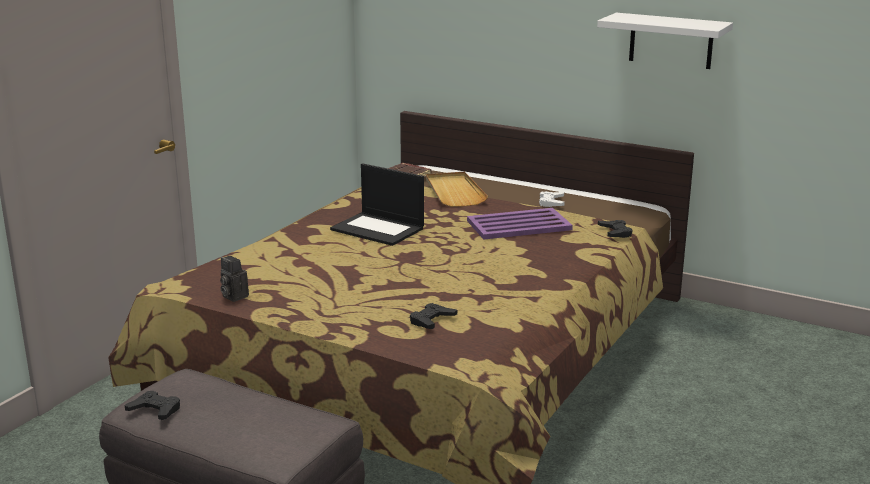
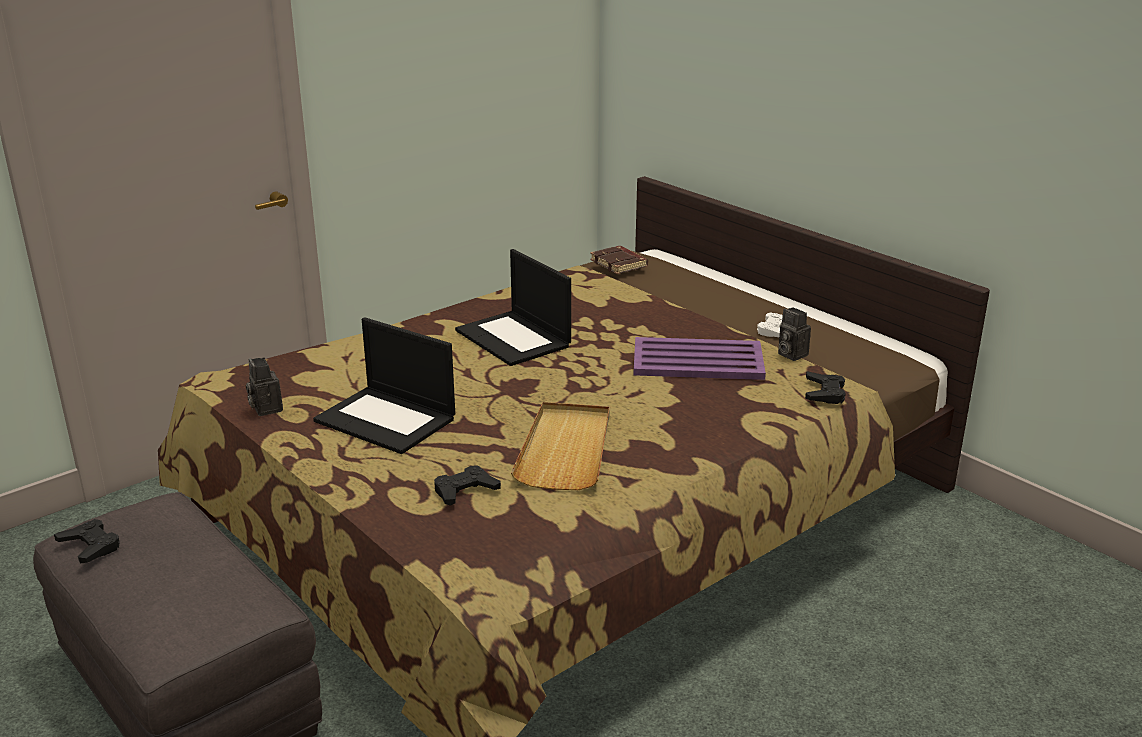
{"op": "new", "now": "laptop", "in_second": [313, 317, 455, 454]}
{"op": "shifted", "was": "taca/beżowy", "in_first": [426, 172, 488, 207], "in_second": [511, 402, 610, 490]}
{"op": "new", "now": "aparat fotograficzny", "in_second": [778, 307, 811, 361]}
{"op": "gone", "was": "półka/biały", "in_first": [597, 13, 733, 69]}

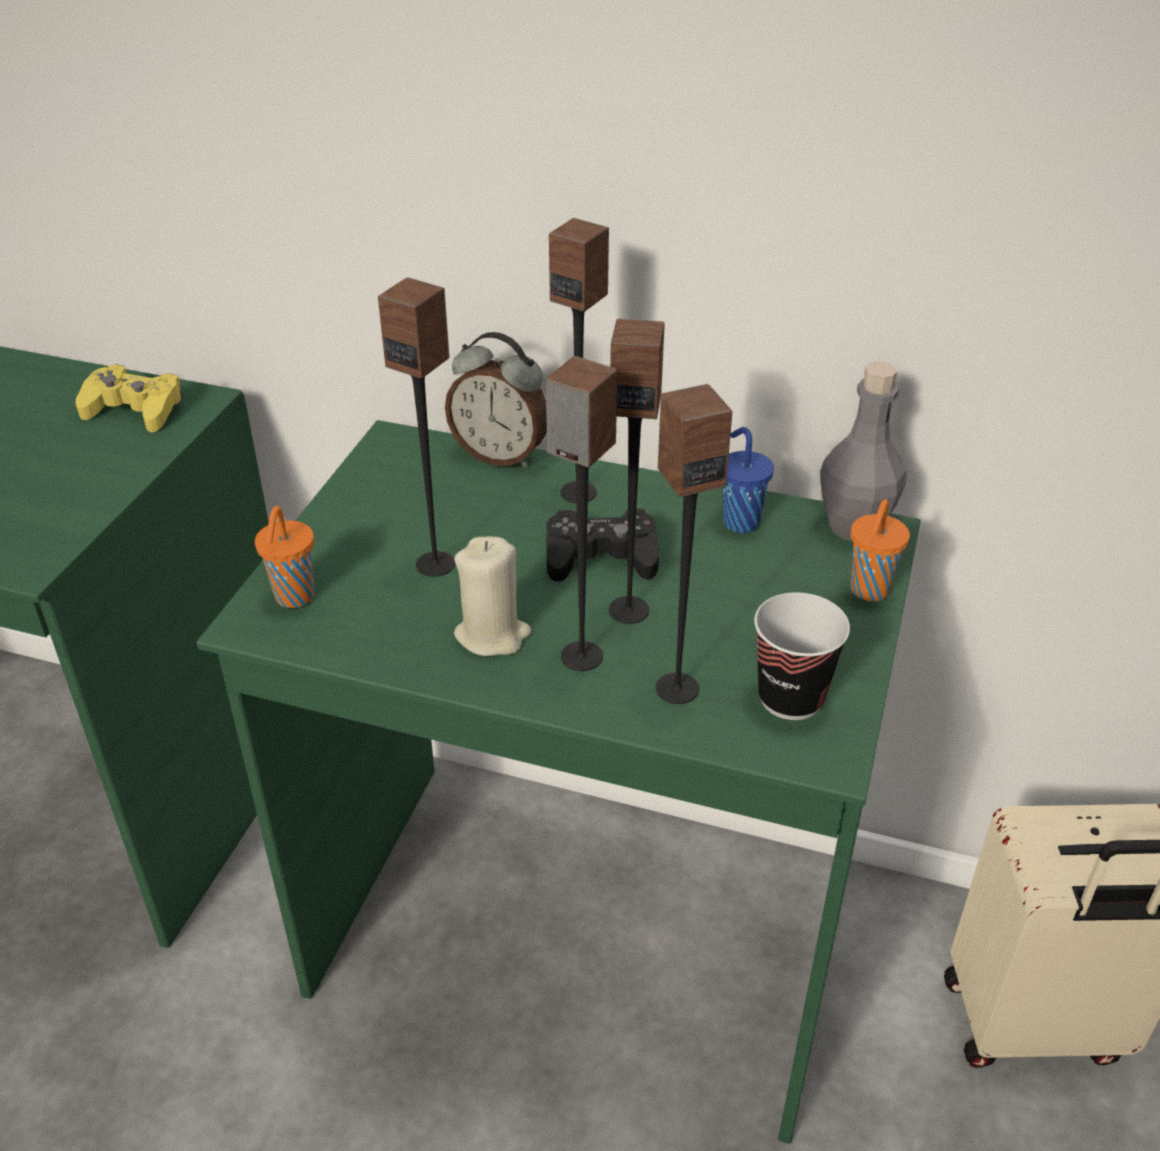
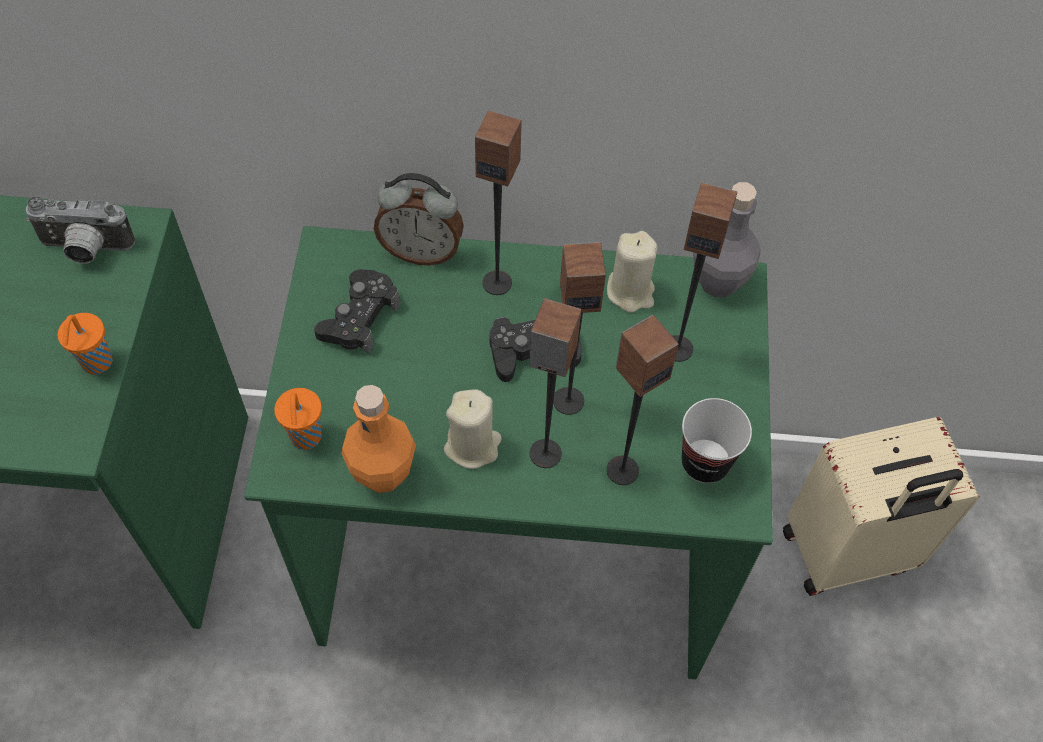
{"op": "swapped", "was": "pad do gier/żółty", "now": "aparat fotograficzny", "in_first": [76, 364, 183, 433], "in_second": [26, 196, 135, 264]}
{"op": "shifted", "was": "filiżanka/pomarańczowy", "in_first": [850, 499, 910, 601], "in_second": [58, 313, 112, 375]}
{"op": "new", "now": "pad do gier/czarny", "in_second": [314, 269, 401, 354]}
{"op": "new", "now": "butelka/pomarańczowy", "in_second": [342, 385, 416, 493]}
{"op": "swapped", "was": "filiżanka/niebieski", "now": "świeca/beżowy", "in_first": [723, 427, 774, 533], "in_second": [607, 231, 657, 313]}
{"op": "shifted", "was": "głośnik", "in_first": [378, 277, 455, 577], "in_second": [672, 182, 737, 362]}

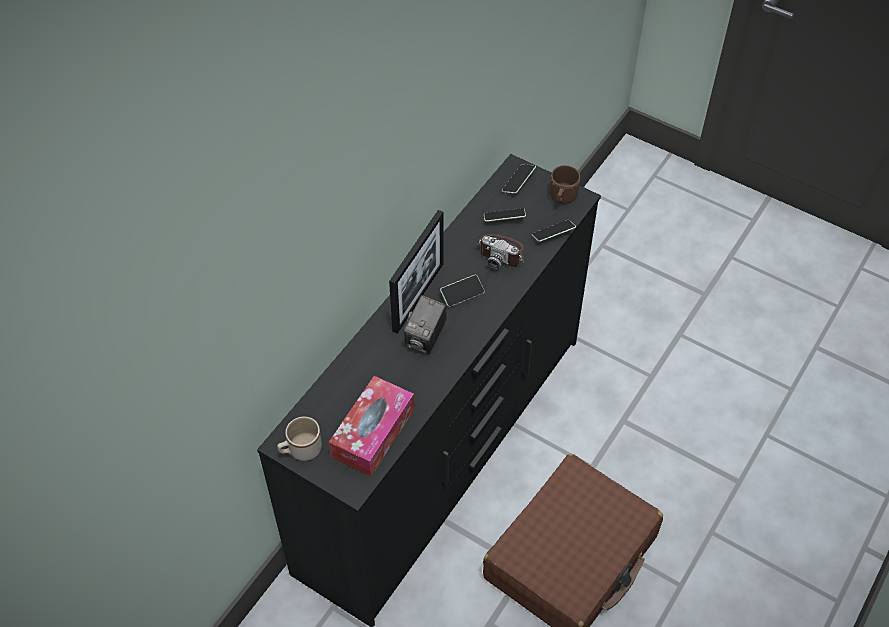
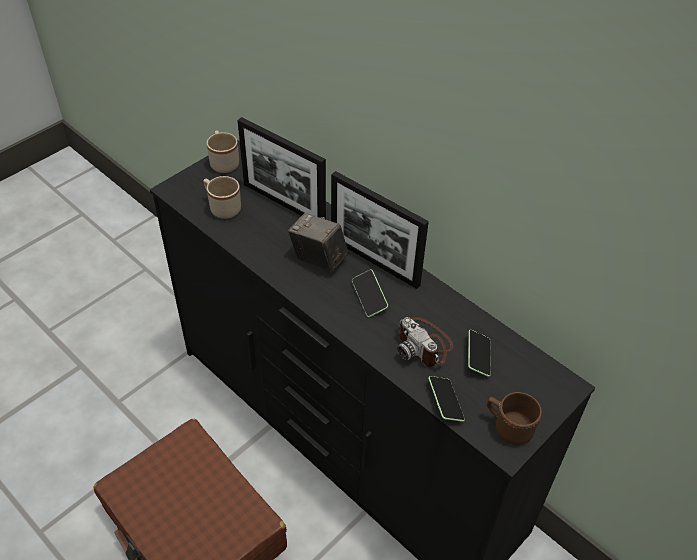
{"op": "swapped", "was": "pudełko chusteczek", "now": "kubek/beżowy", "in_first": [329, 376, 414, 476], "in_second": [203, 176, 241, 219]}
{"op": "new", "now": "ramka na zdjęcie", "in_second": [237, 117, 326, 219]}
{"op": "rotated", "was": "aparat fotograficzny", "in_first": [478, 234, 524, 269], "in_second": [397, 317, 453, 367], "clockwise": -75}
{"op": "gone", "was": "telefon", "in_first": [502, 164, 536, 194]}

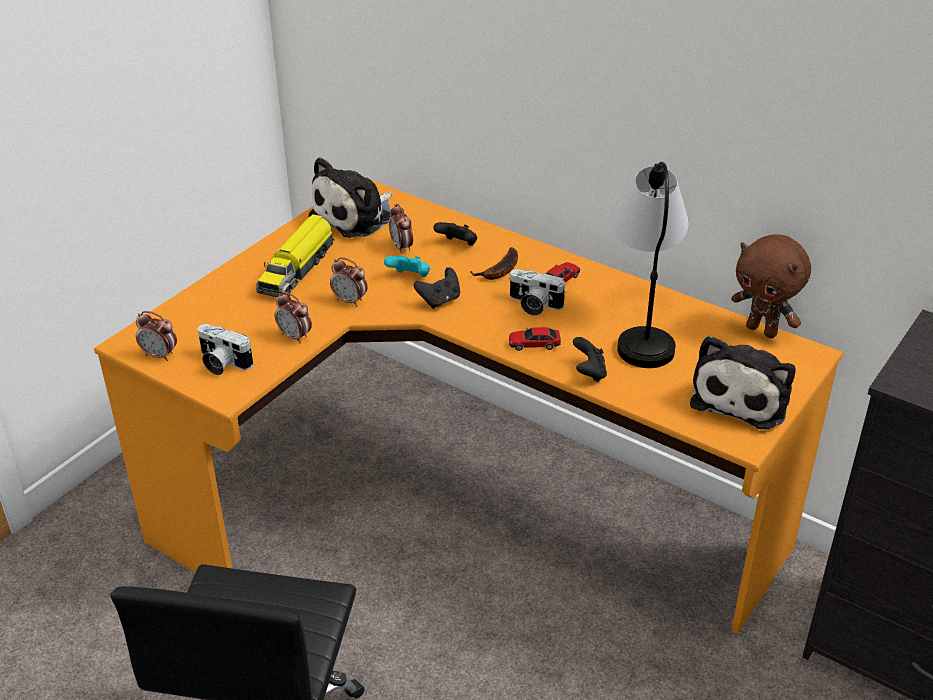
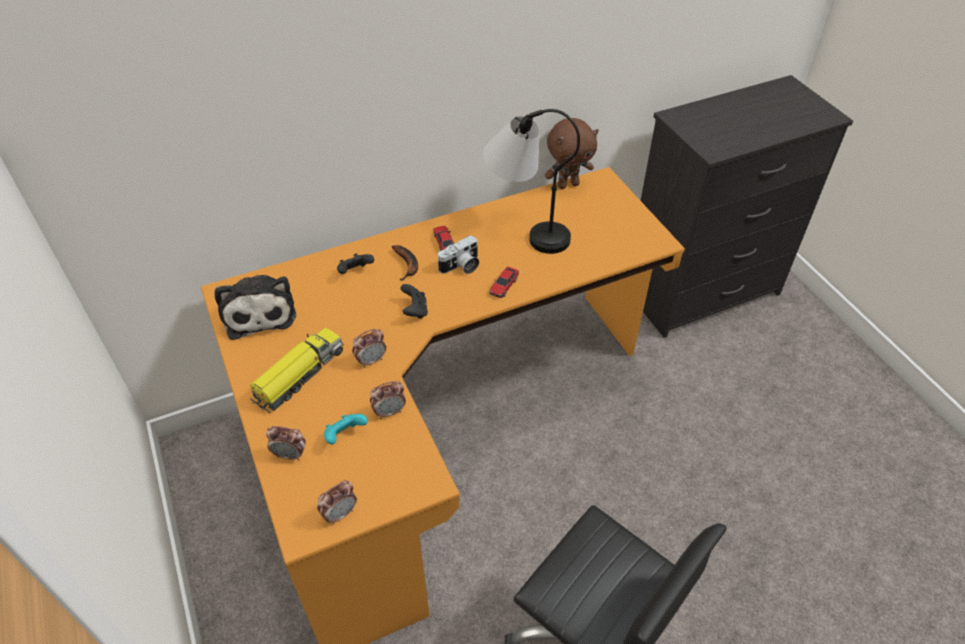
{"op": "rotated", "was": "ciężarówka zabawkowa", "in_first": [256, 214, 334, 297], "in_second": [250, 328, 344, 413], "clockwise": -105}
{"op": "shifted", "was": "budzik", "in_first": [389, 204, 413, 254], "in_second": [266, 426, 306, 460]}
{"op": "shifted", "was": "pad do gier/turkusowy", "in_first": [384, 255, 430, 277], "in_second": [324, 414, 368, 445]}
{"op": "gone", "was": "aparat fotograficzny", "in_first": [198, 324, 253, 375]}
{"op": "gone", "was": "pad do gier/czarny", "in_first": [573, 337, 607, 382]}
{"op": "gone", "was": "pluszak", "in_first": [690, 336, 796, 429]}

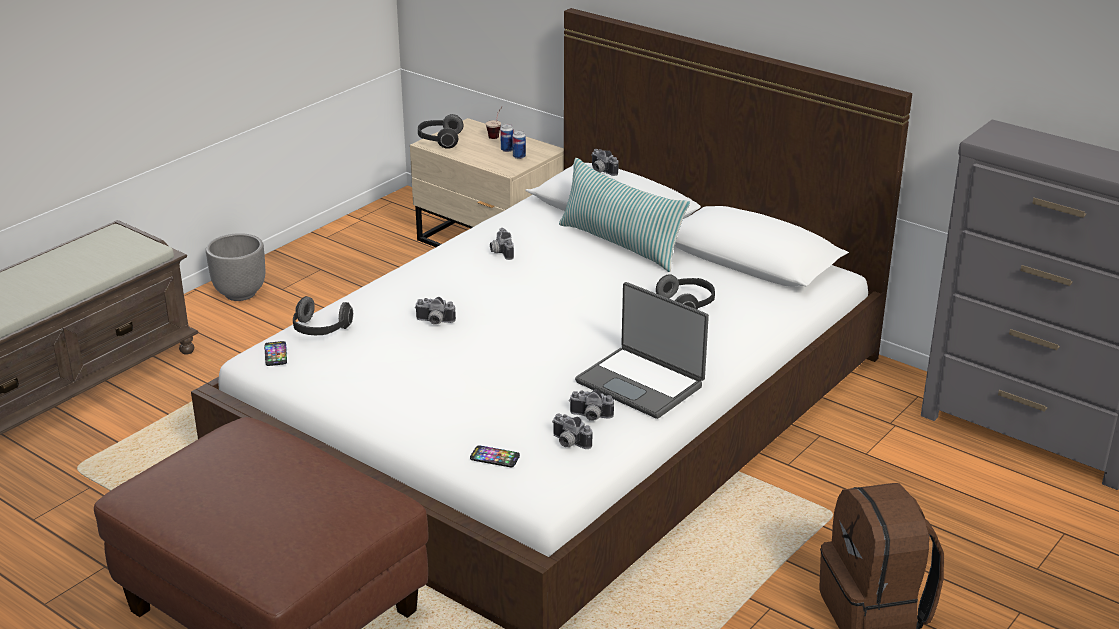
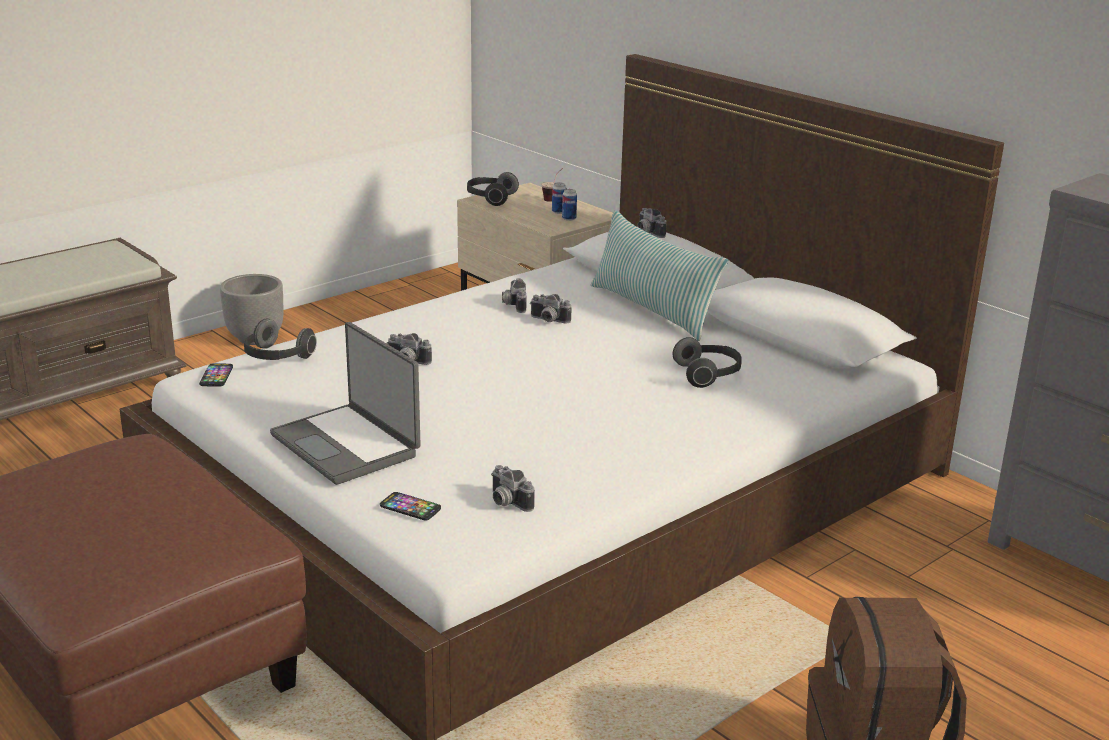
{"op": "shifted", "was": "laptop", "in_first": [575, 282, 709, 419], "in_second": [270, 322, 421, 485]}
{"op": "shifted", "was": "aparat fotograficzny", "in_first": [569, 390, 614, 421], "in_second": [530, 294, 572, 323]}

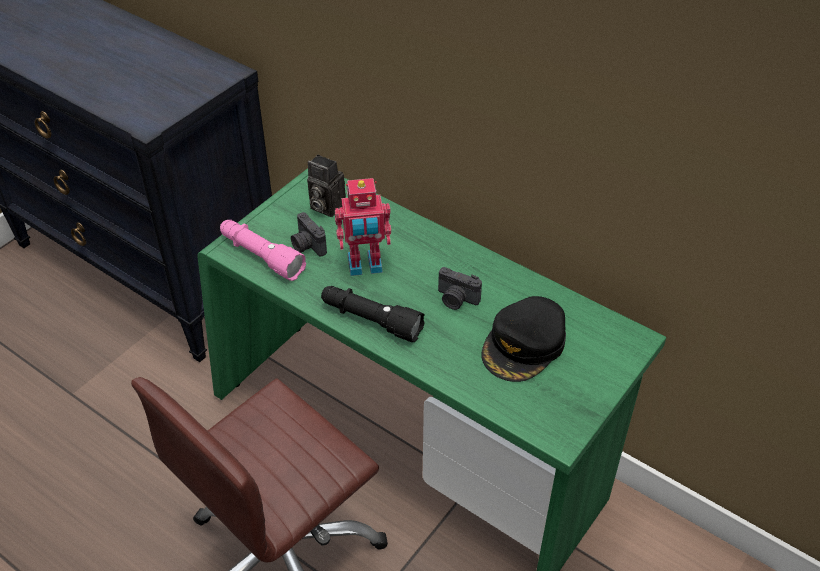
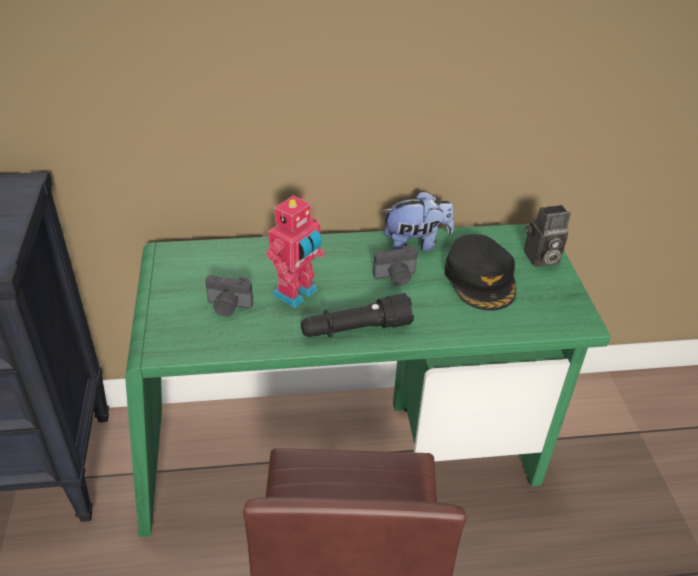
{"op": "new", "now": "pluszak", "in_second": [383, 191, 454, 251]}
{"op": "shifted", "was": "aparat fotograficzny", "in_first": [307, 155, 346, 217], "in_second": [524, 205, 571, 267]}
{"op": "gone", "was": "latarka/różowy", "in_first": [220, 220, 306, 281]}

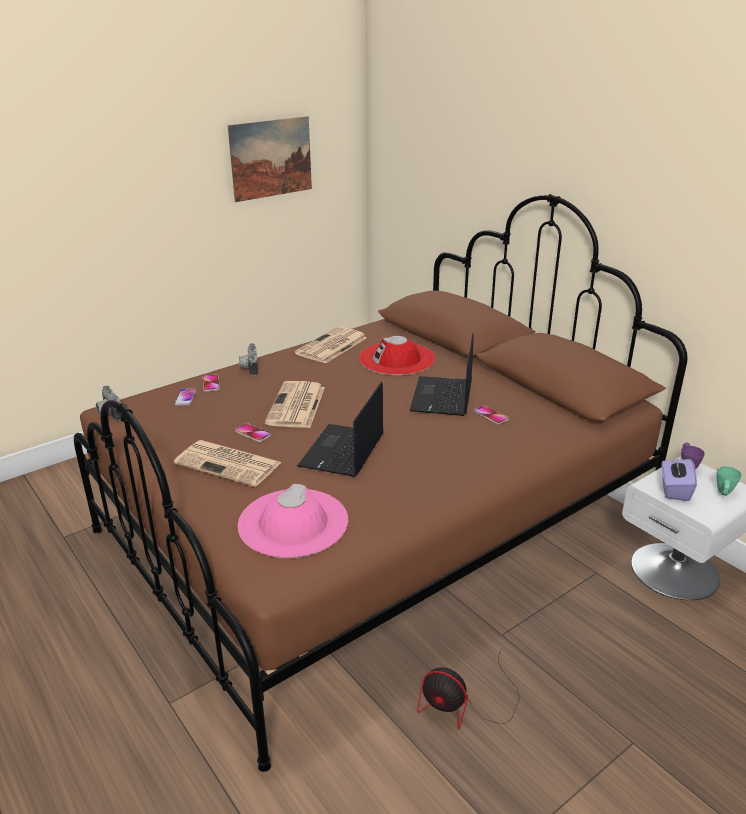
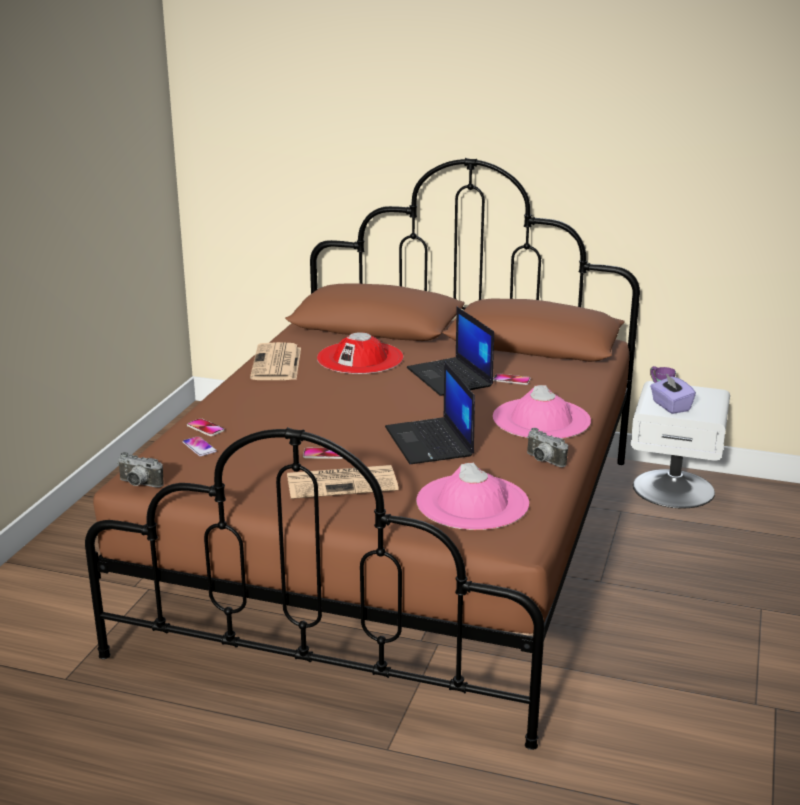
{"op": "new", "now": "kapelusz/różowy", "in_second": [493, 385, 591, 439]}
{"op": "shifted", "was": "aparat fotograficzny", "in_first": [239, 343, 258, 376], "in_second": [527, 428, 568, 467]}
{"op": "gone", "was": "obraz", "in_first": [228, 116, 312, 202]}
{"op": "gone", "was": "gazeta", "in_first": [265, 381, 325, 428]}
{"op": "gone", "was": "wentylator", "in_first": [417, 649, 520, 729]}
{"op": "gone", "was": "kubek/zielony", "in_first": [716, 466, 742, 496]}

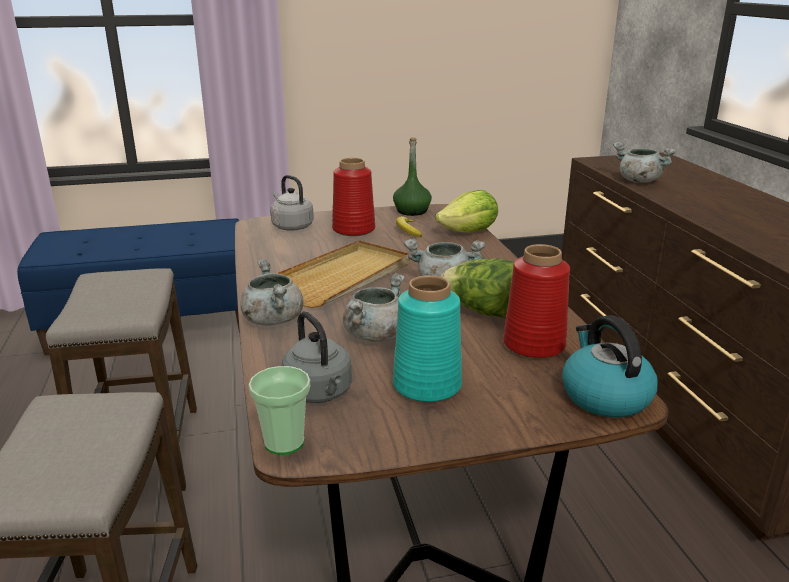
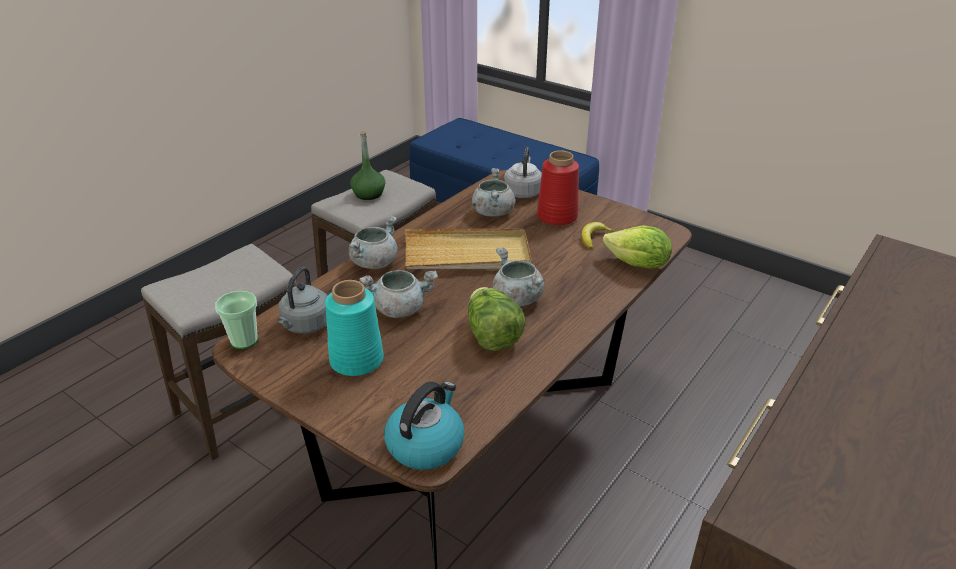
{"op": "shifted", "was": "butelka/zielony", "in_first": [393, 137, 432, 216], "in_second": [350, 131, 385, 200]}
{"op": "shifted", "was": "garnek/szary", "in_first": [613, 142, 676, 183], "in_second": [472, 168, 515, 216]}
{"op": "gone", "was": "wazon/czerwony", "in_first": [503, 244, 570, 358]}

